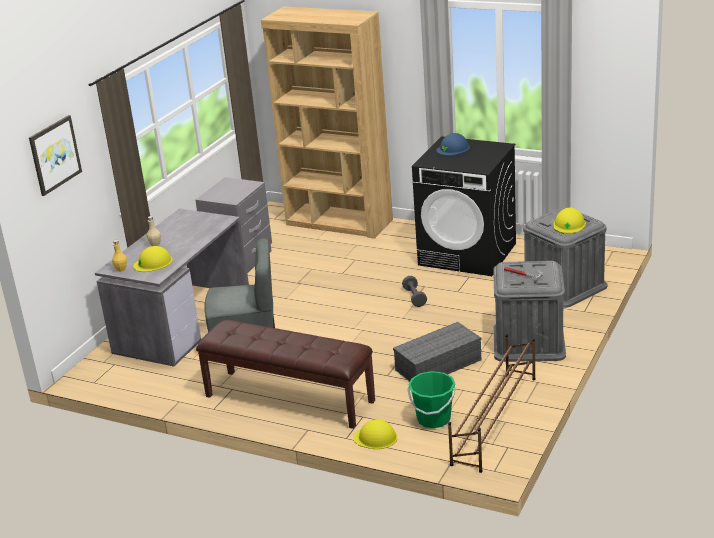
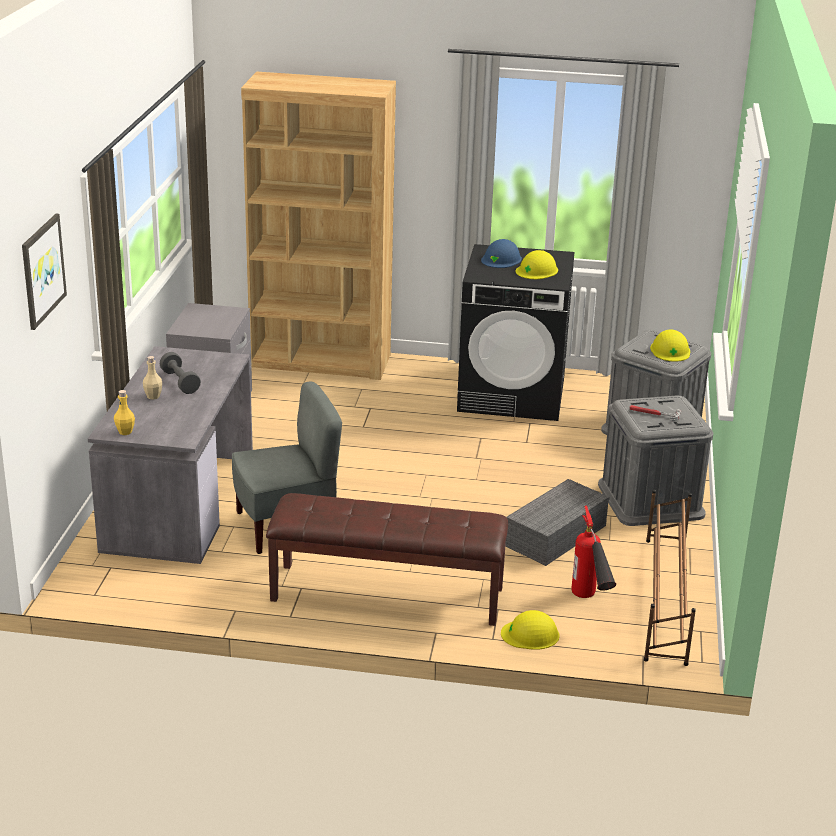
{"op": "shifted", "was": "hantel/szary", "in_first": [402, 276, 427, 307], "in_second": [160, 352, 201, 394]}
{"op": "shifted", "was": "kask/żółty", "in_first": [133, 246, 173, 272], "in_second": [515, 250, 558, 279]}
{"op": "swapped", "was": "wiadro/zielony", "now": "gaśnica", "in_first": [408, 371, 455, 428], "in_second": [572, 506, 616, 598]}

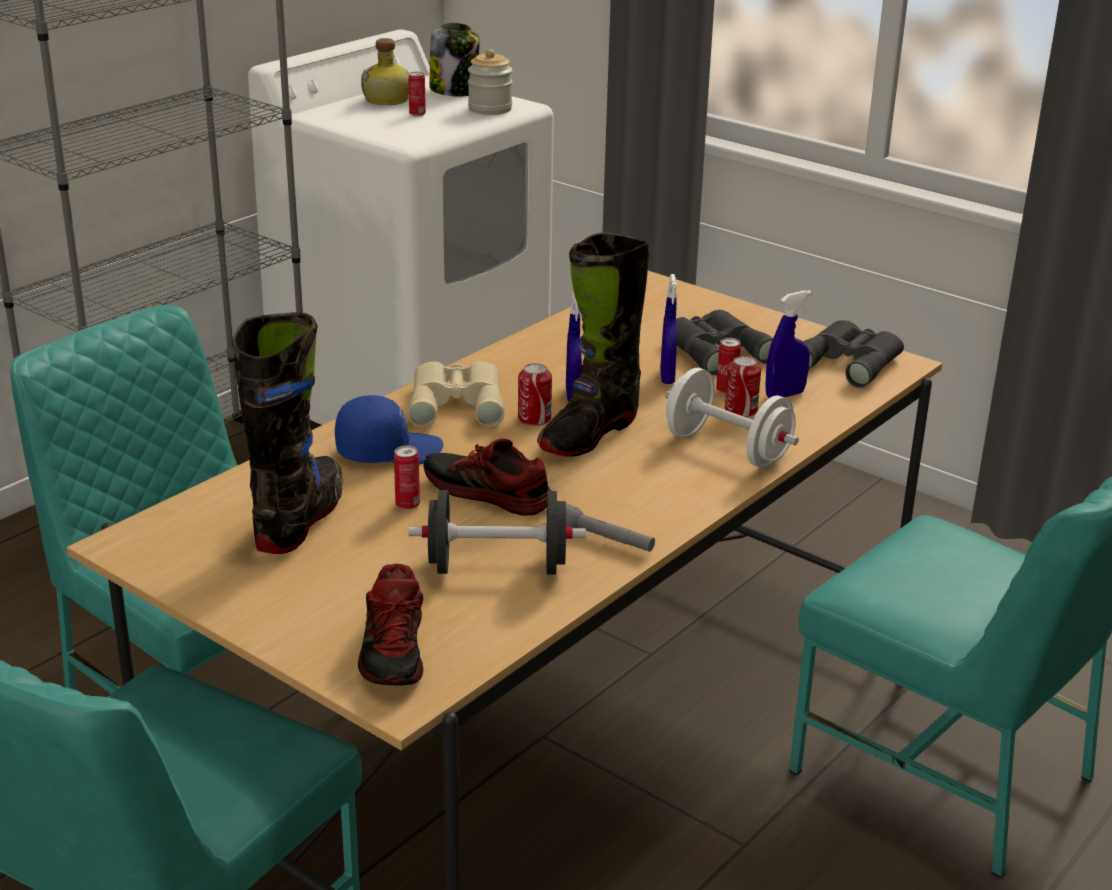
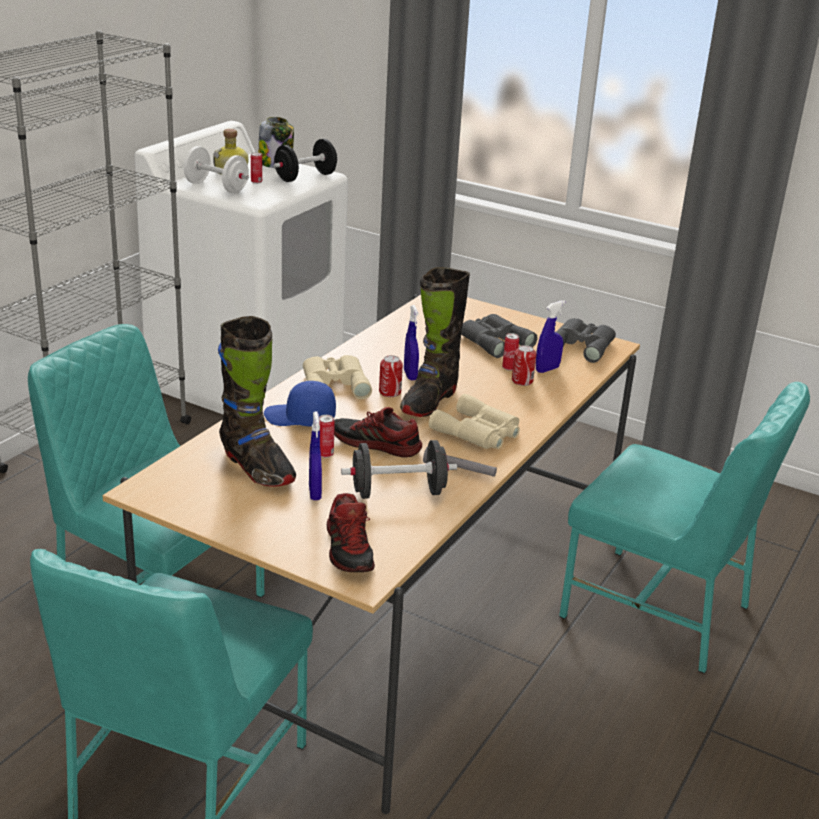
{"op": "shifted", "was": "hantel/biały", "in_first": [665, 368, 799, 468], "in_second": [184, 146, 249, 193]}
{"op": "rotated", "was": "but z cholewką/czarny", "in_first": [232, 312, 343, 554], "in_second": [218, 316, 296, 487], "clockwise": 135}
{"op": "rotated", "was": "czapka z daszkiem/niebieski", "in_first": [335, 395, 443, 464], "in_second": [264, 381, 336, 427], "clockwise": -150}
{"op": "swapped", "was": "słoik", "now": "hantel/czarny", "in_first": [468, 49, 513, 115], "in_second": [273, 139, 337, 182]}
{"op": "shifted", "was": "spryskiwacz/niebieski", "in_first": [660, 274, 677, 384], "in_second": [309, 411, 322, 500]}
{"op": "new", "now": "lornetka/beżowy", "in_second": [429, 394, 520, 449]}

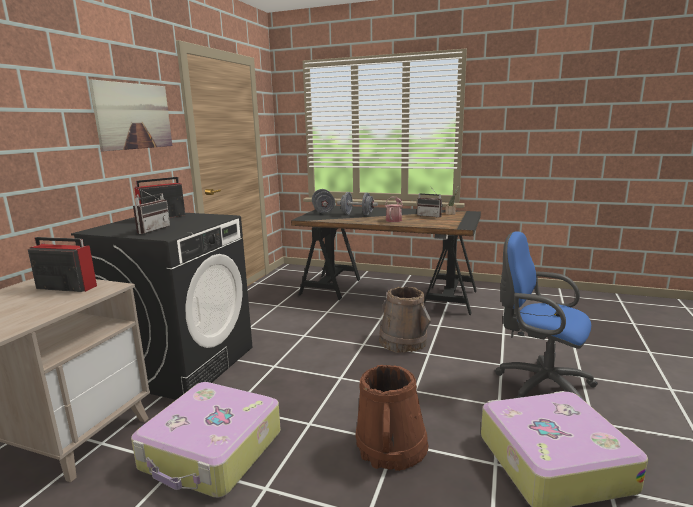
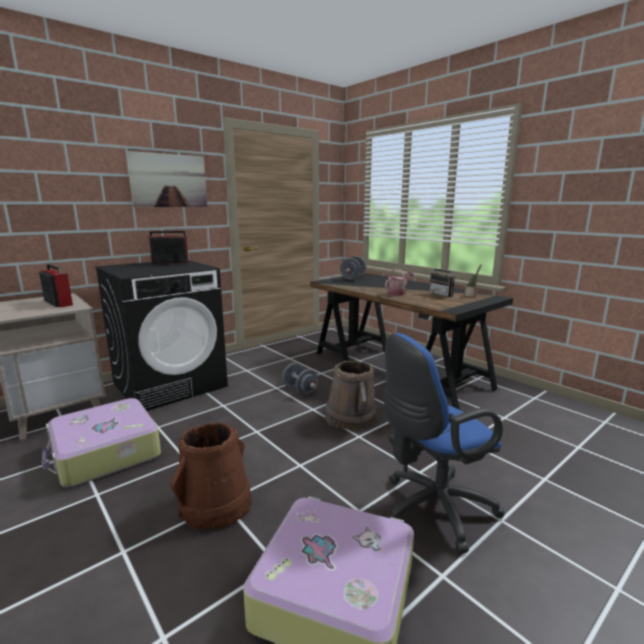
{"op": "shifted", "was": "hantel/szary", "in_first": [337, 192, 378, 215], "in_second": [282, 363, 318, 395]}
{"op": "rotated", "was": "krzesło biurowe/niebieski", "in_first": [495, 231, 598, 401], "in_second": [384, 333, 505, 554], "clockwise": -90}
{"op": "gone", "was": "radio", "in_first": [133, 188, 170, 234]}

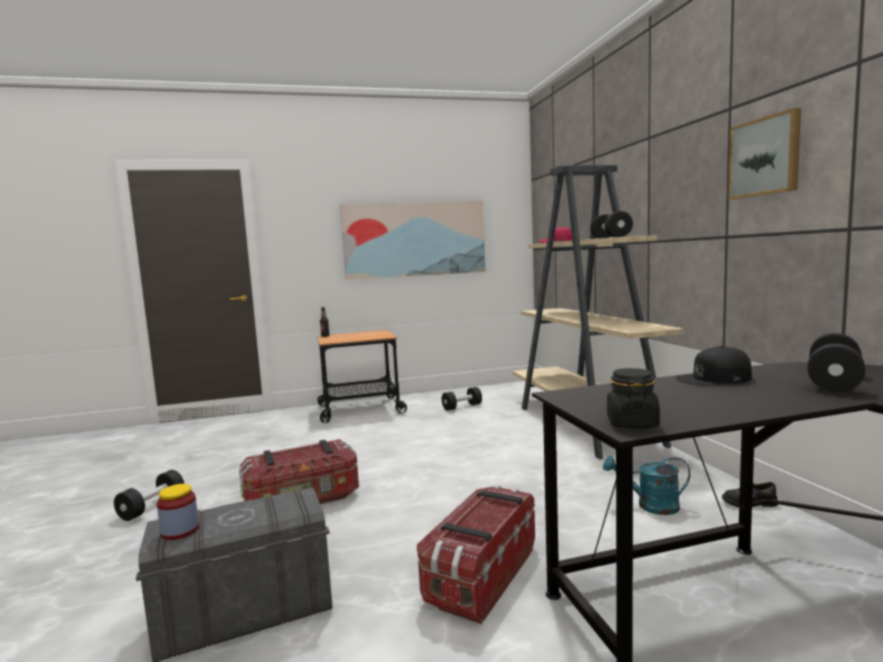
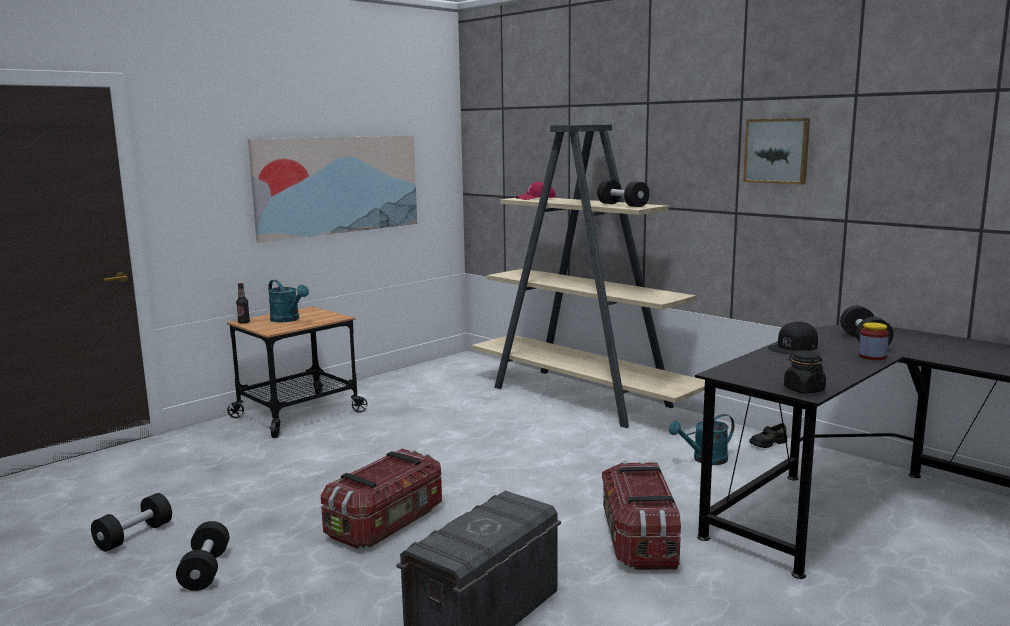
{"op": "shifted", "was": "hantel/czarny", "in_first": [442, 387, 482, 411], "in_second": [91, 493, 172, 552]}
{"op": "new", "now": "konewka/turkusowy", "in_second": [268, 280, 309, 322]}
{"op": "shifted", "was": "słoik", "in_first": [157, 484, 199, 540], "in_second": [859, 322, 889, 360]}

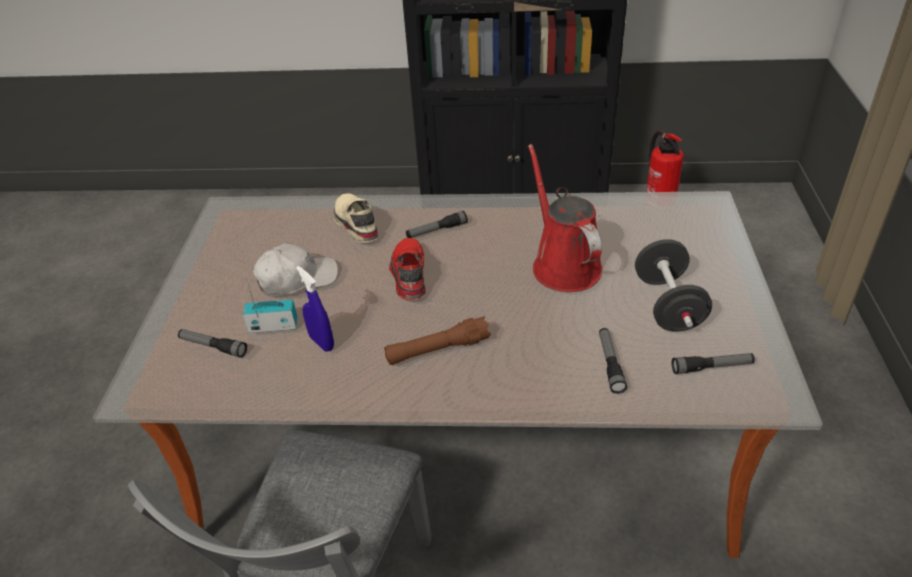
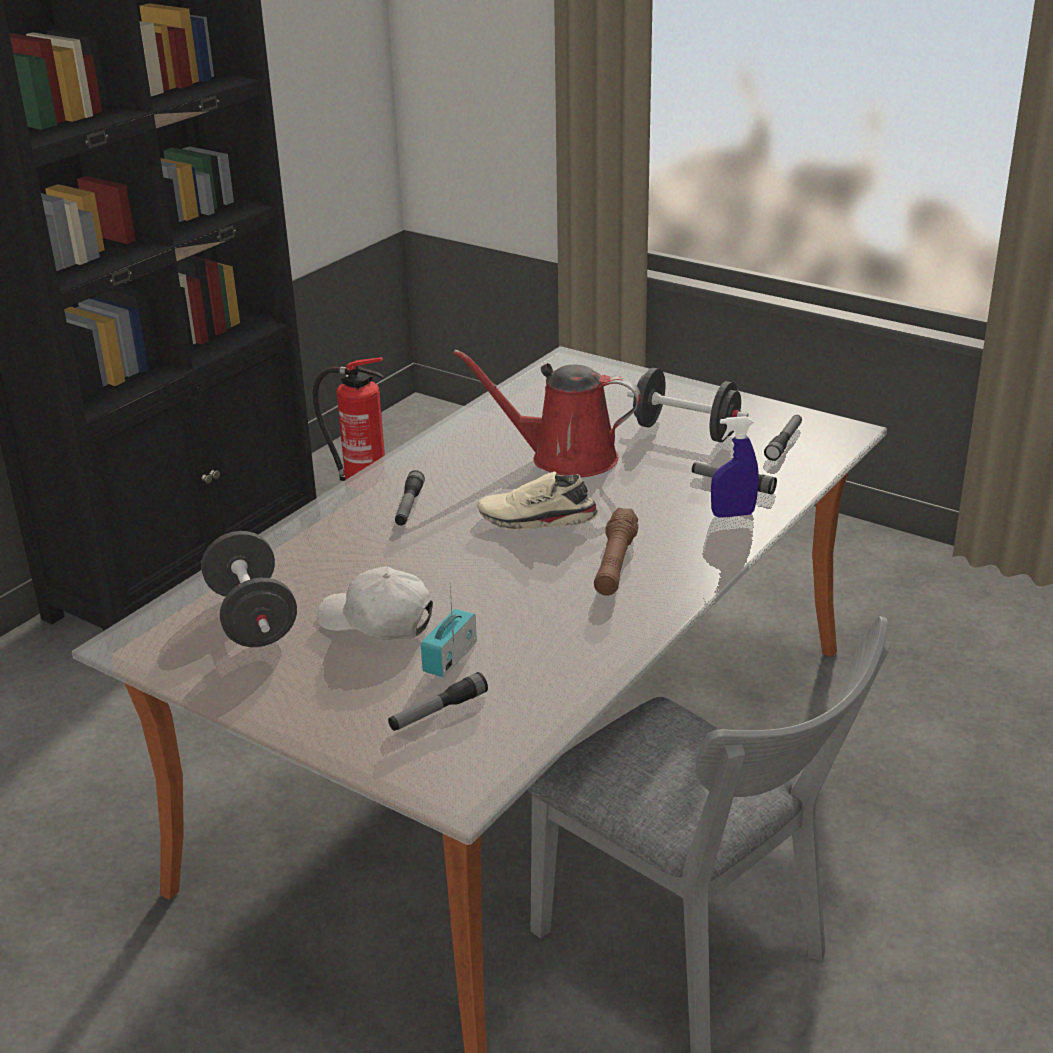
{"op": "new", "now": "hantel/czarny", "in_second": [201, 531, 297, 647]}
{"op": "rotated", "was": "czapka z daszkiem/biały", "in_first": [253, 243, 338, 296], "in_second": [317, 566, 433, 640], "clockwise": -75}
{"op": "shifted", "was": "but/beżowy", "in_first": [334, 193, 379, 243], "in_second": [477, 471, 598, 531]}
{"op": "shifted", "was": "spryskiwacz/niebieski", "in_first": [296, 266, 334, 352], "in_second": [711, 416, 759, 518]}
{"op": "gone", "was": "but/czerwony", "in_first": [389, 238, 426, 300]}

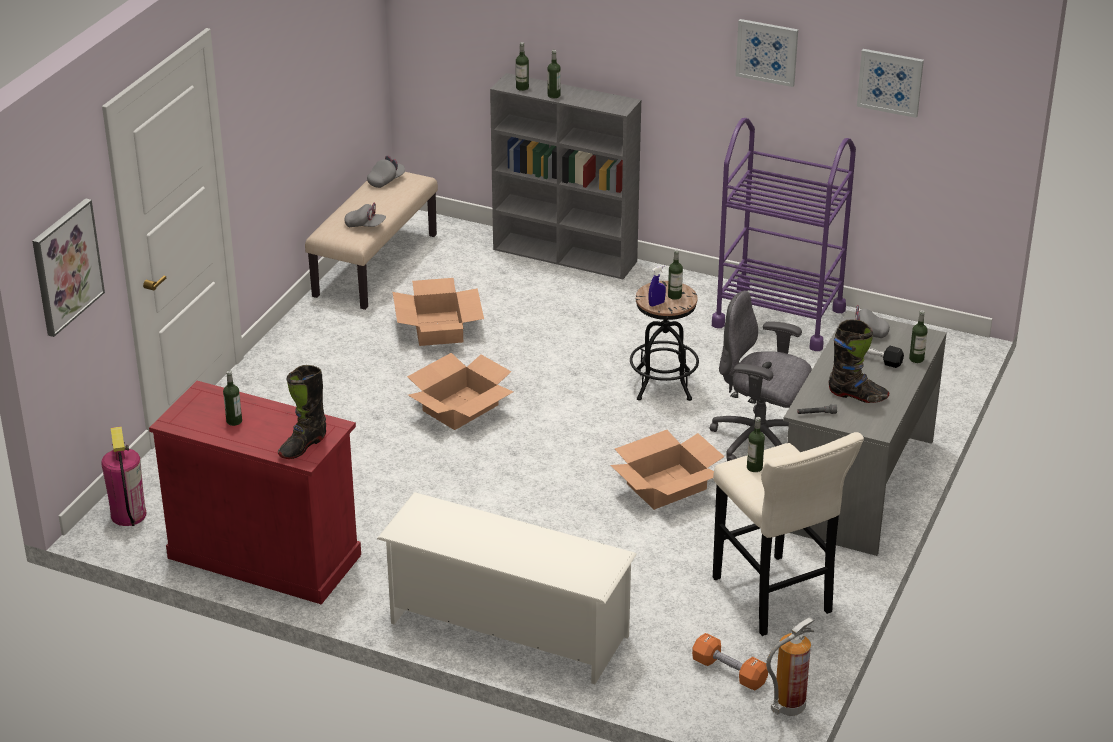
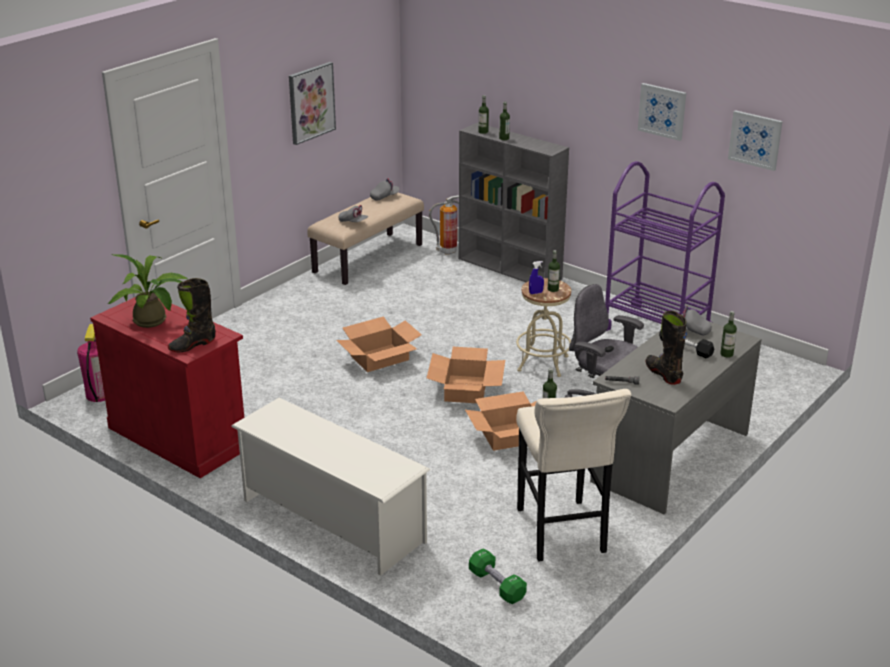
{"op": "swapped", "was": "butelka", "now": "roślina doniczkowa", "in_first": [223, 370, 242, 426], "in_second": [107, 254, 187, 328]}
{"op": "shifted", "was": "obraz", "in_first": [32, 198, 105, 337], "in_second": [289, 62, 336, 145]}
{"op": "shifted", "was": "karton", "in_first": [393, 278, 484, 346], "in_second": [427, 347, 505, 403]}
{"op": "shifted", "was": "gaśnica", "in_first": [766, 617, 814, 716], "in_second": [429, 195, 459, 255]}
{"op": "repainted", "was": "hantel/pomarańczowy", "now": "hantel/zielony", "in_first": [692, 633, 768, 691], "in_second": [469, 549, 527, 604]}
{"op": "repainted", "was": "stołek/czarny", "now": "stołek/beżowy", "in_first": [630, 281, 699, 401], "in_second": [516, 278, 571, 377]}
{"op": "rotated", "was": "but z cholewką/czarny", "in_first": [829, 320, 889, 403], "in_second": [646, 311, 687, 385], "clockwise": -150}

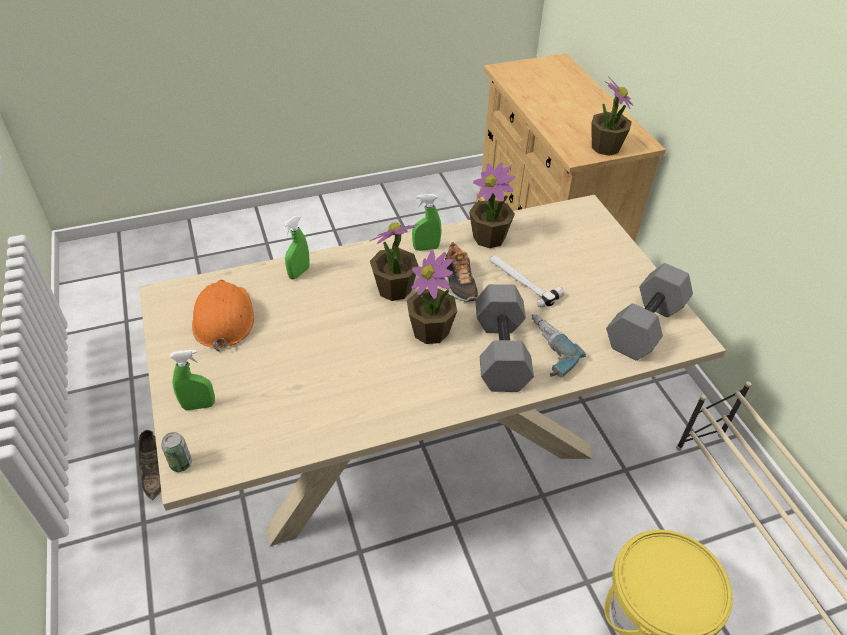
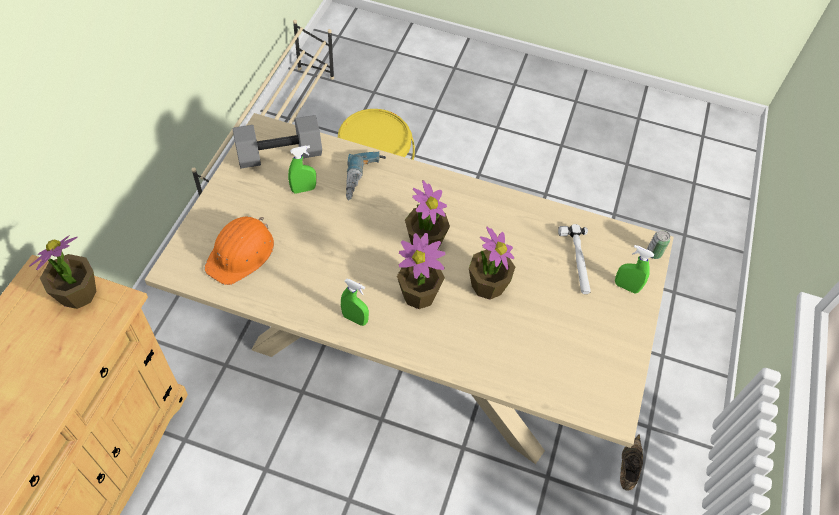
{"op": "shifted", "was": "kask/pomarańczowy", "in_first": [192, 280, 254, 352], "in_second": [204, 217, 274, 285]}
{"op": "shifted", "was": "spryskiwacz/zielony", "in_first": [283, 216, 310, 279], "in_second": [288, 145, 316, 194]}
{"op": "shifted", "was": "roślina doniczkowa", "in_first": [469, 162, 515, 248], "in_second": [469, 226, 515, 300]}
{"op": "shifted", "was": "młotek", "in_first": [490, 255, 564, 308], "in_second": [558, 224, 591, 294]}
{"op": "gone", "was": "but", "in_first": [445, 242, 479, 302]}
{"op": "gone", "was": "hantel/szary", "in_first": [475, 284, 534, 392]}

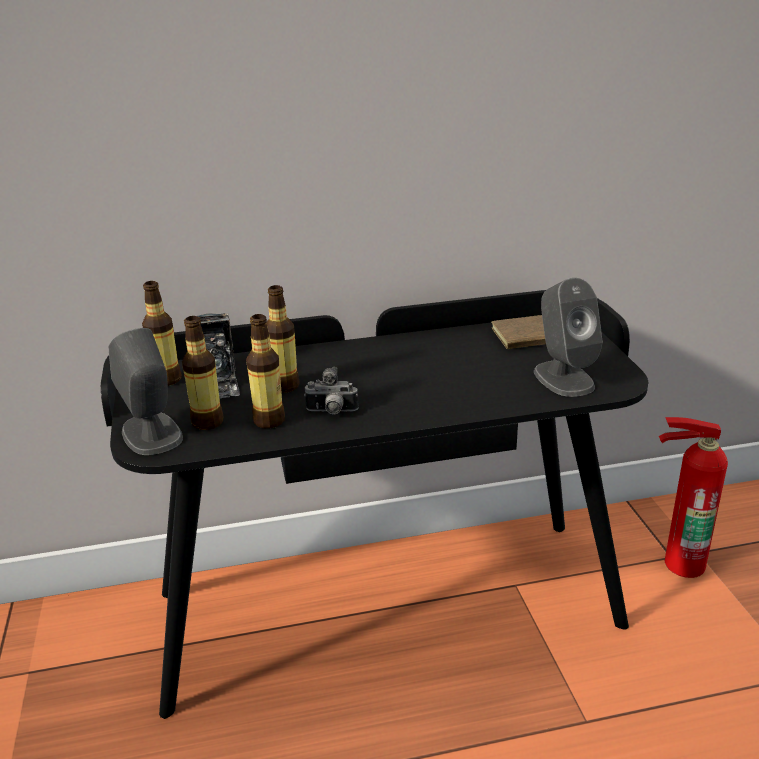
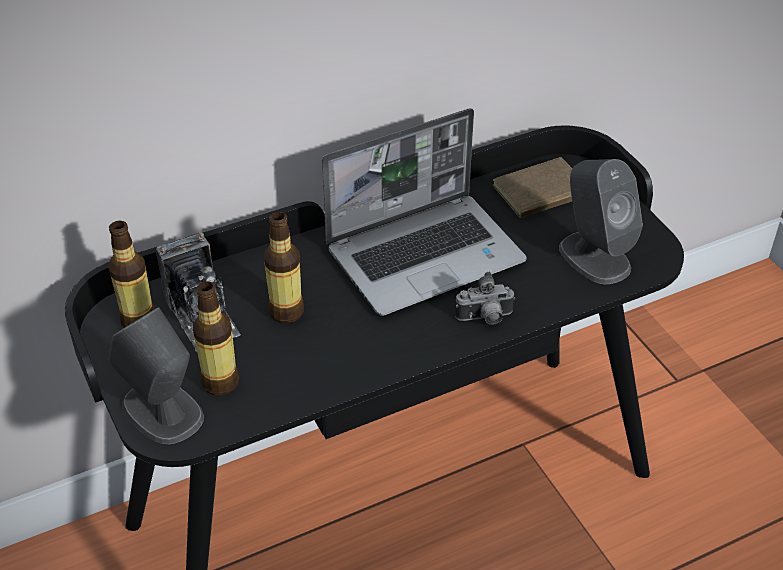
{"op": "new", "now": "laptop", "in_second": [322, 108, 527, 316]}
{"op": "shifted", "was": "aparat fotograficzny", "in_first": [304, 367, 359, 414], "in_second": [455, 272, 515, 325]}
{"op": "gone", "was": "butelka", "in_first": [246, 314, 285, 428]}
{"op": "gone", "was": "gaśnica", "in_first": [659, 417, 728, 578]}

